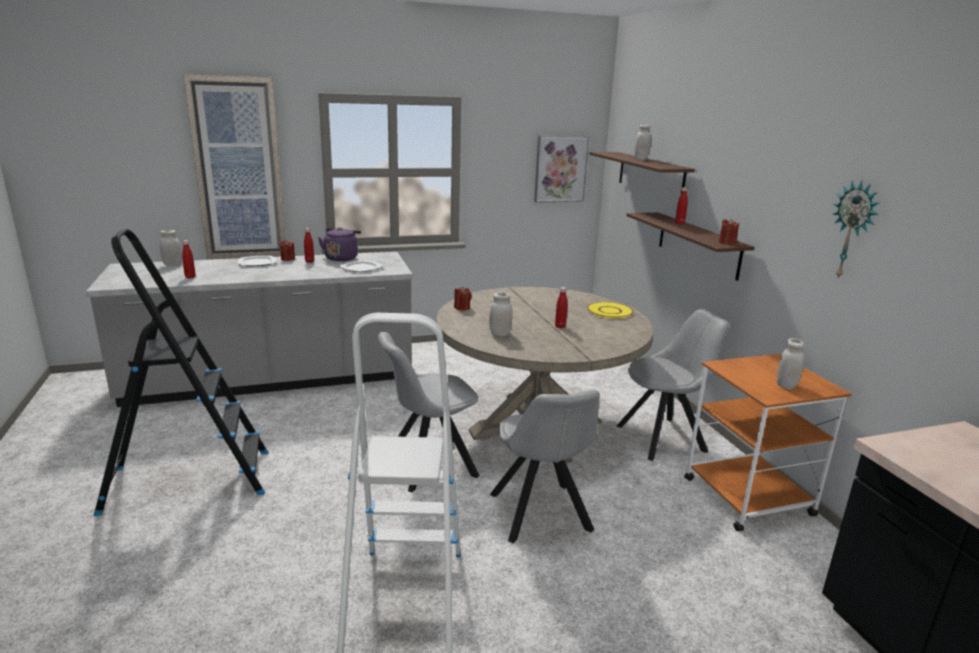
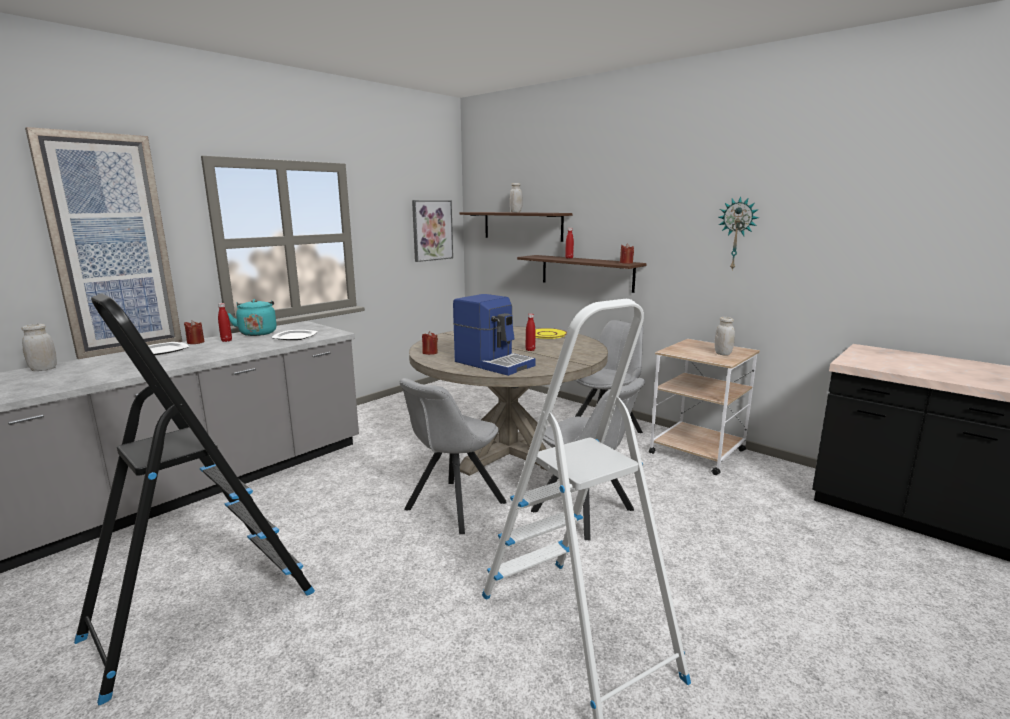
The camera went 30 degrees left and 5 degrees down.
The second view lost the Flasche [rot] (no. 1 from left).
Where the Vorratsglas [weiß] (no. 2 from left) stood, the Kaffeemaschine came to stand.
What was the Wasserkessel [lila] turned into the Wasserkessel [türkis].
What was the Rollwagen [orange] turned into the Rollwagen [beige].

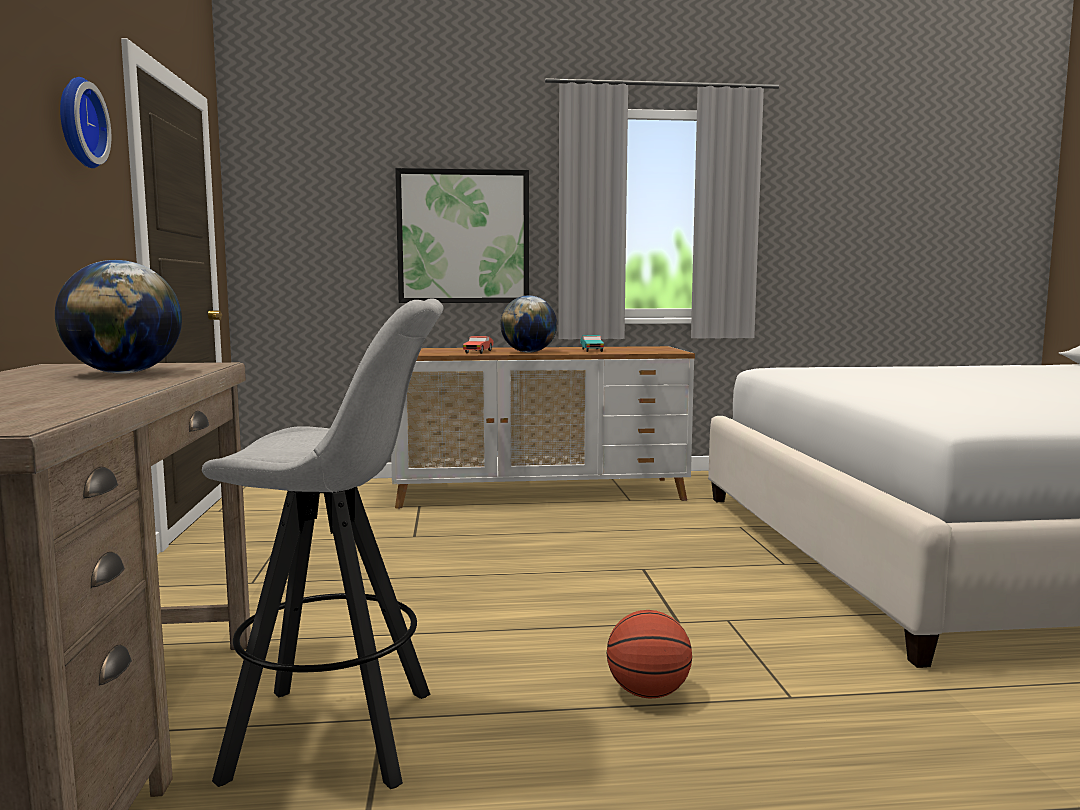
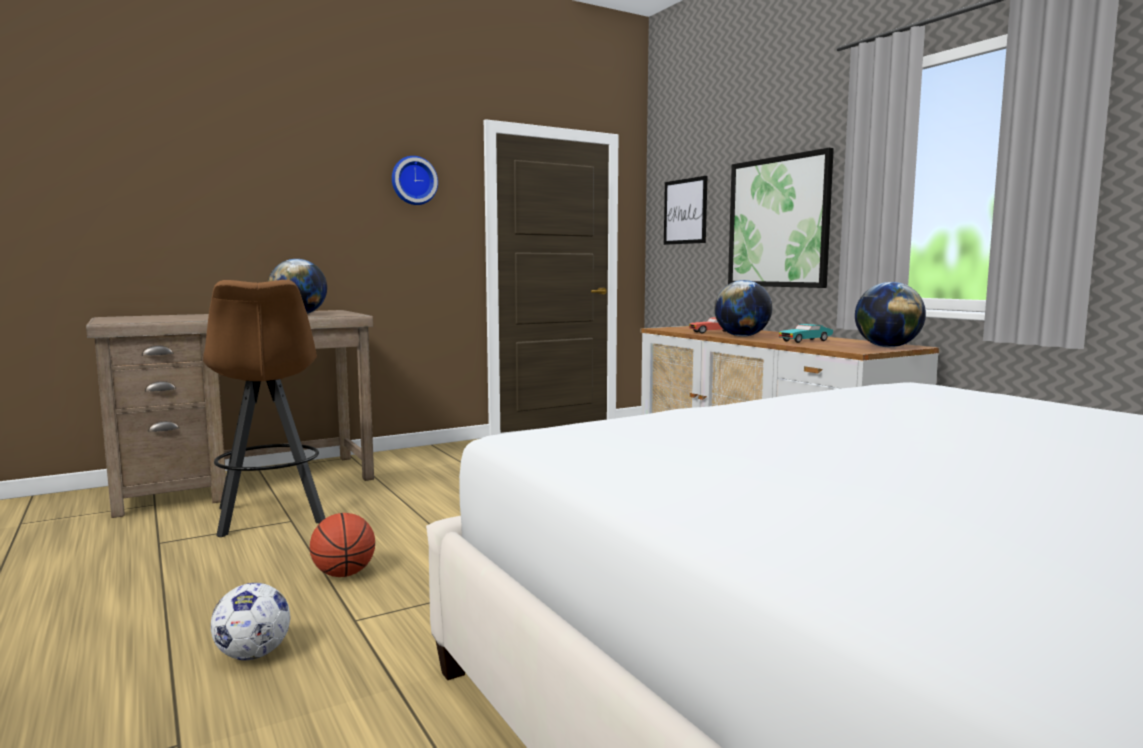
The camera went 65 degrees right and 0 degrees up.
The second view gained the Fußball.
The second view gained the Bild (no. 1 from left).
The second view gained the Globus (no. 3 from left).
What was the Hocker [grau] turned into the Hocker [braun].

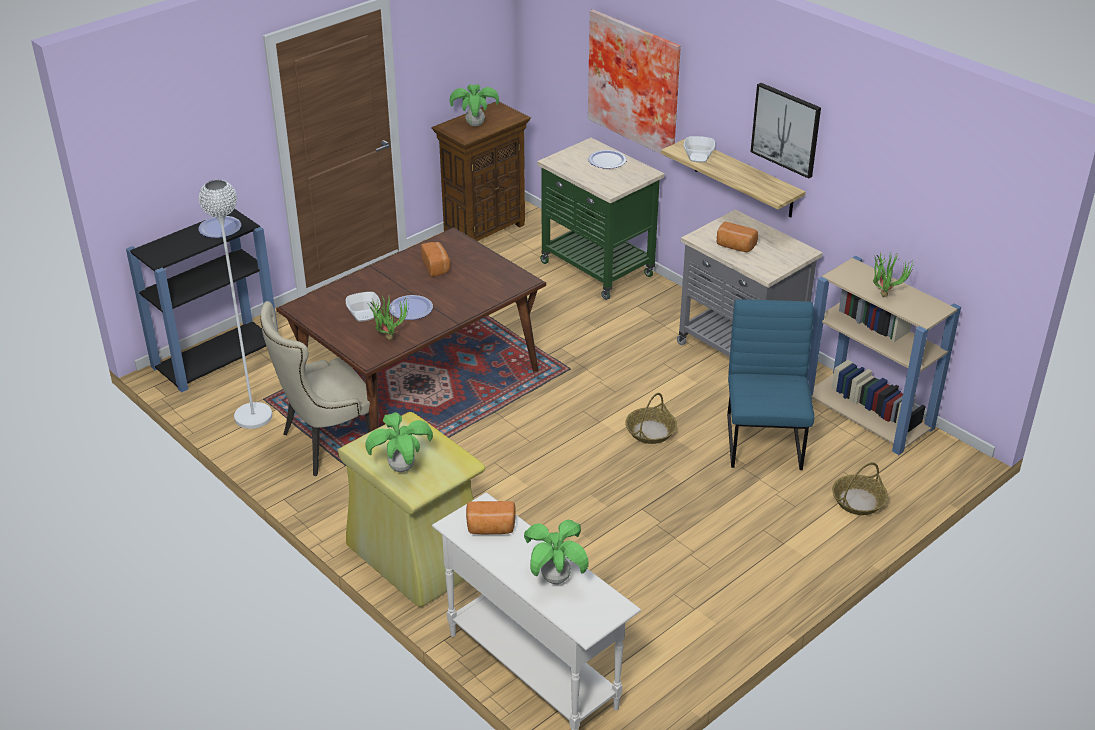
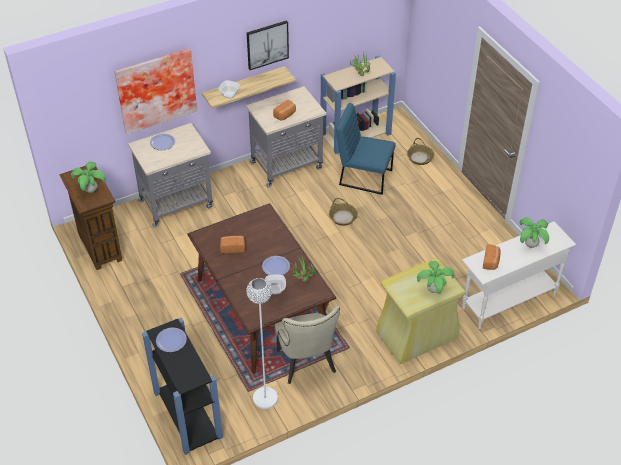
The camera went 75 degrees left and 10 degrees up.
What was the Rollwagen [grün] turned into the Rollwagen [grau] (no. 1 from left).

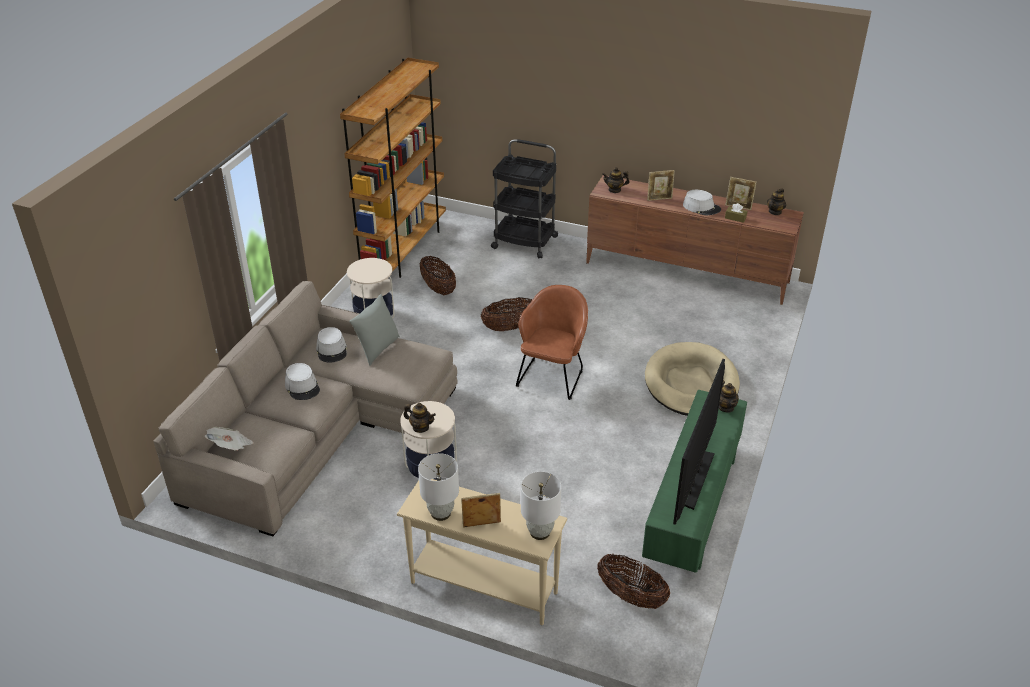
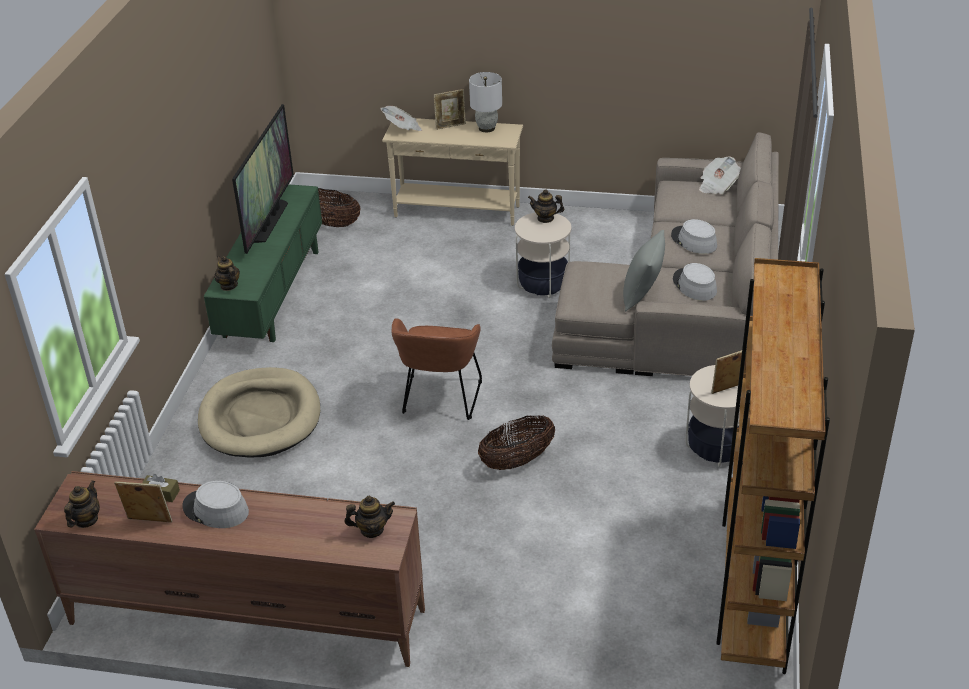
The camera went 170 degrees right and 0 degrees up.
The second view lost the Korb (no. 1 from left).
The second view lost the Rollwagen [schwarz].
The Bilderrahmen (no. 2 from left in the first image) ended up elsewhere.
Where the Tischlampe [weiß] (no. 2 from left) stood, the Zeitung (no. 1 from left) came to stand.

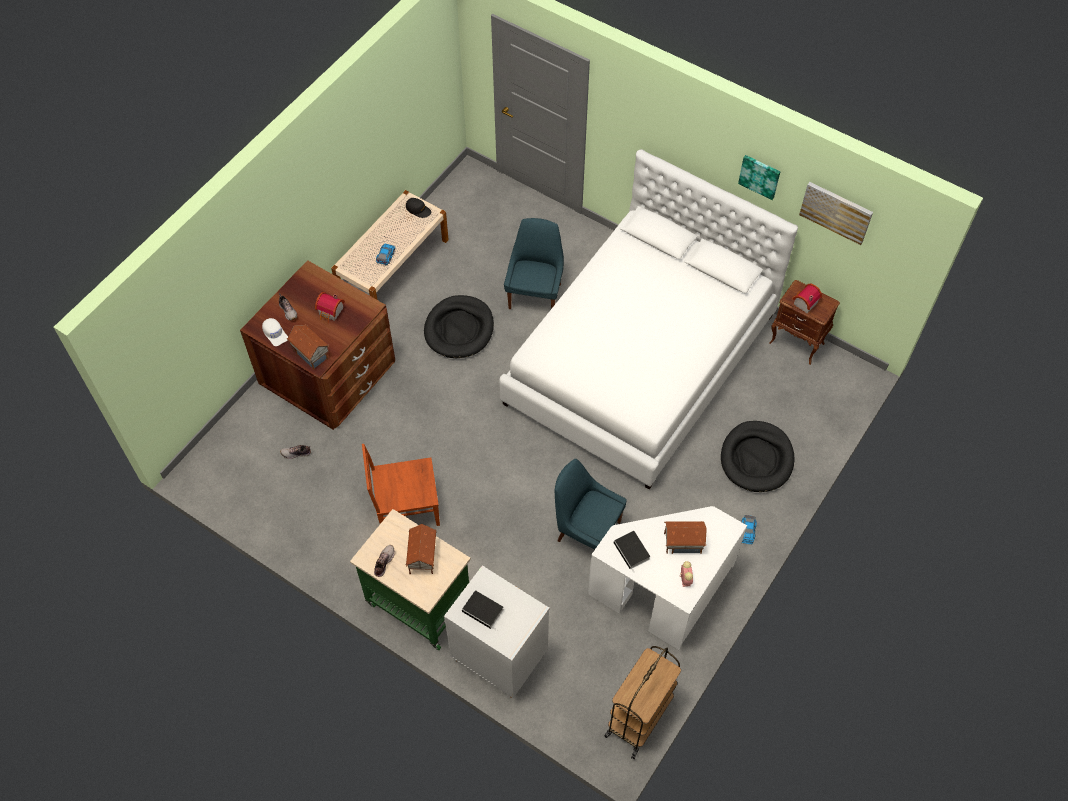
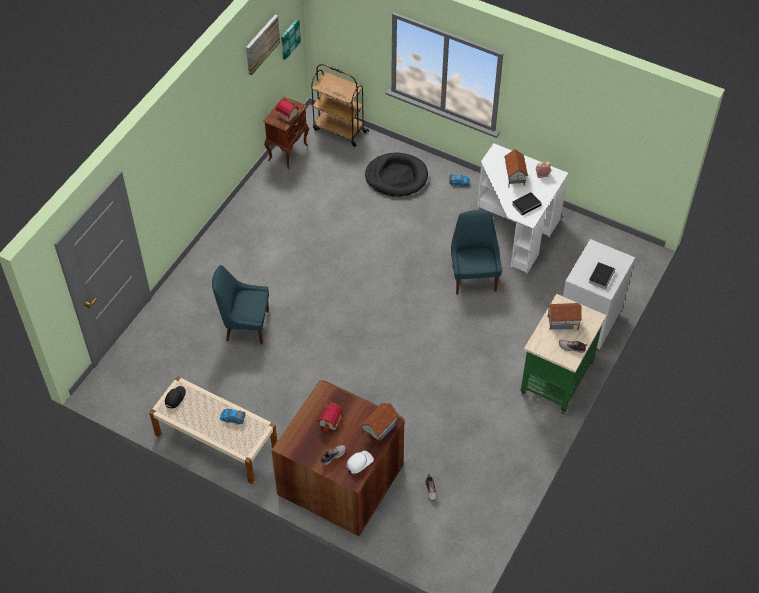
The camera went 95 degrees left and 5 degrees down.
The second view lost the Stuhl [braun].
The second view lost the Hundebett [schwarz] (no. 1 from left).
The second view lost the Bett [weiß].
The Rollwagen [braun] ended up elsewhere.
The Bild (no. 1 from left in the first image) ended up elsewhere.
The Stuhl [blau] (no. 2 from left) ended up facing another way, 150 degrees clockwise from before.

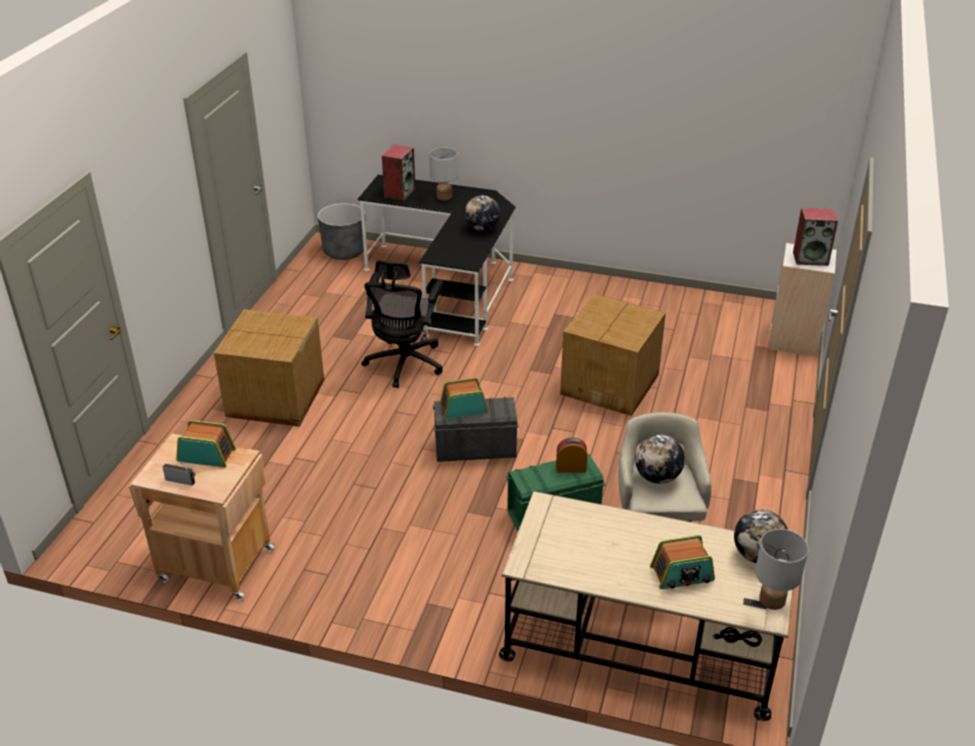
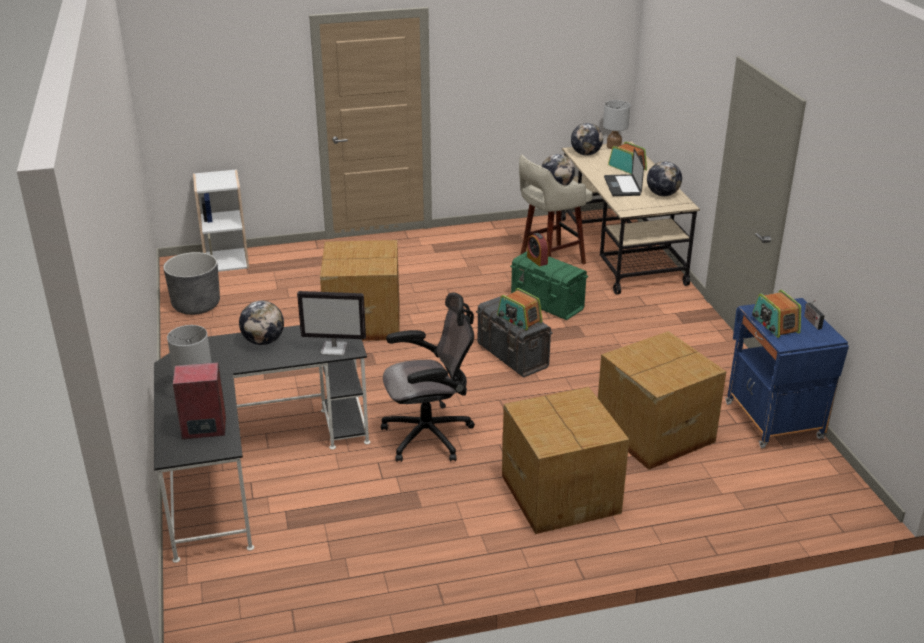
The camera went 120 degrees left and 5 degrees down.
The second view lost the Lautsprecher (no. 2 from left).
The second view gained the Monitor.
The second view gained the Karton (no. 3 from left).
The second view gained the Laptop.
The second view gained the Globus (no. 4 from left).
The Pflanzkübel [grau] ended up elsewhere.
What was the Rollwagen [braun] turned into the Rollwagen [blau].

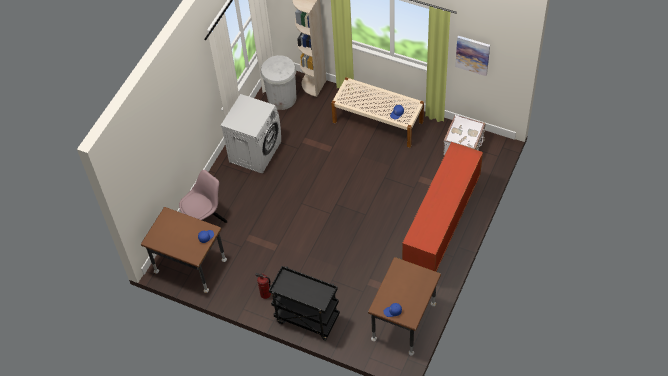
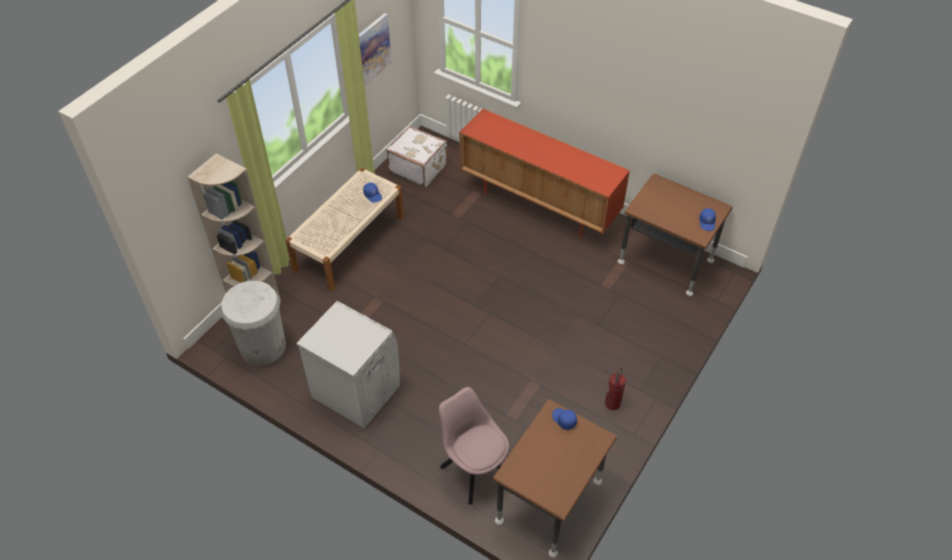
The camera went 85 degrees left and 5 degrees down.
The second view lost the Rollwagen [schwarz].

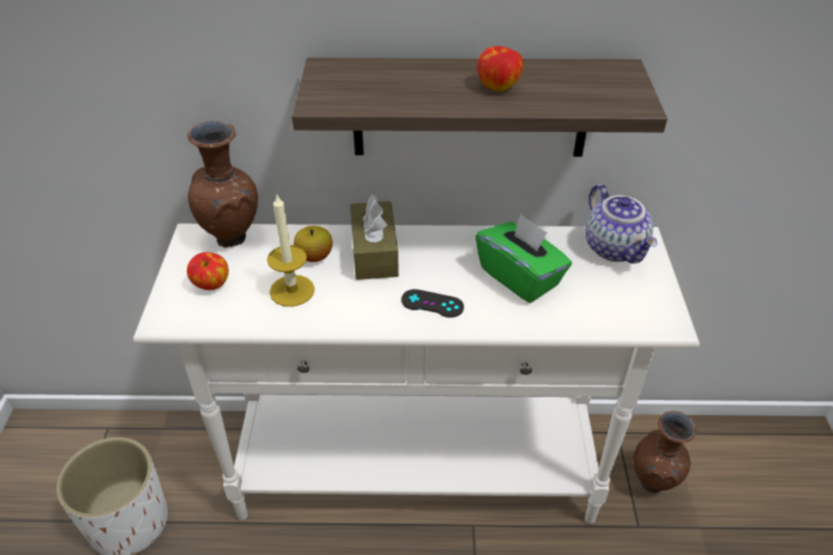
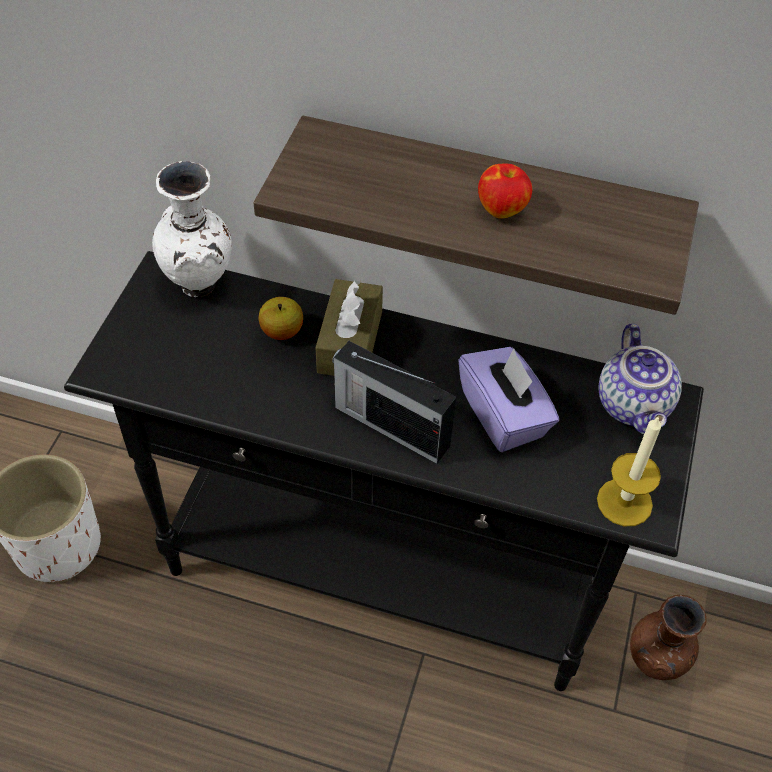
The camera went 15 degrees right and 10 degrees up.
The second view lost the Apfel (no. 1 from left).
The Kerze ended up elsewhere.
Where the Gamepad [schwarz] stood, the Radio came to stand.
What was the Konsolentisch [weiß] turned into the Konsolentisch [schwarz].
What was the Vase [braun] (no. 1 from left) turned into the Vase [weiß].
What was the Taschentuchbox [grün] turned into the Taschentuchbox [lila].

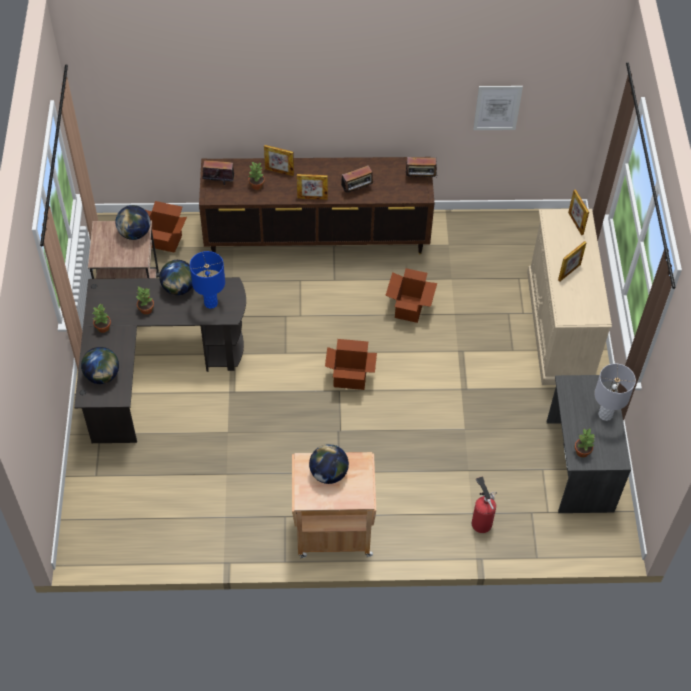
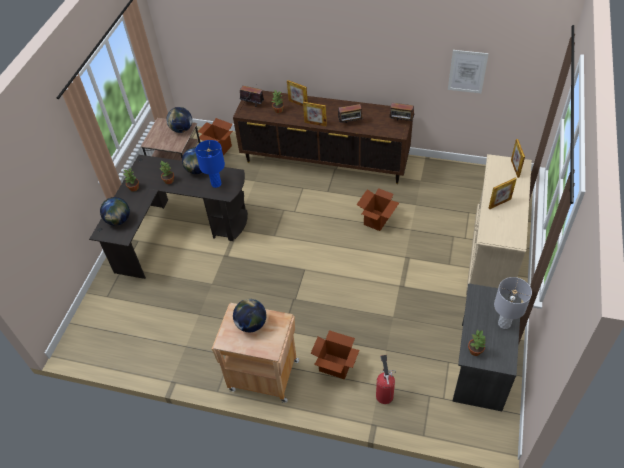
The camera went 20 degrees right and 5 degrees down.
The Karton (no. 2 from left) ended up elsewhere.

